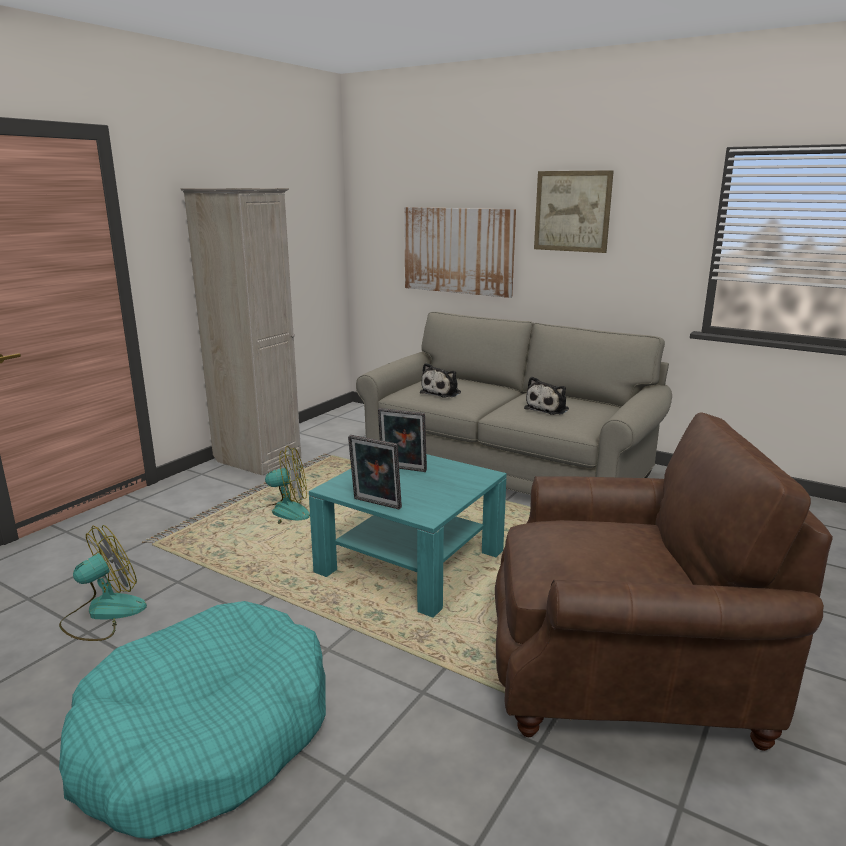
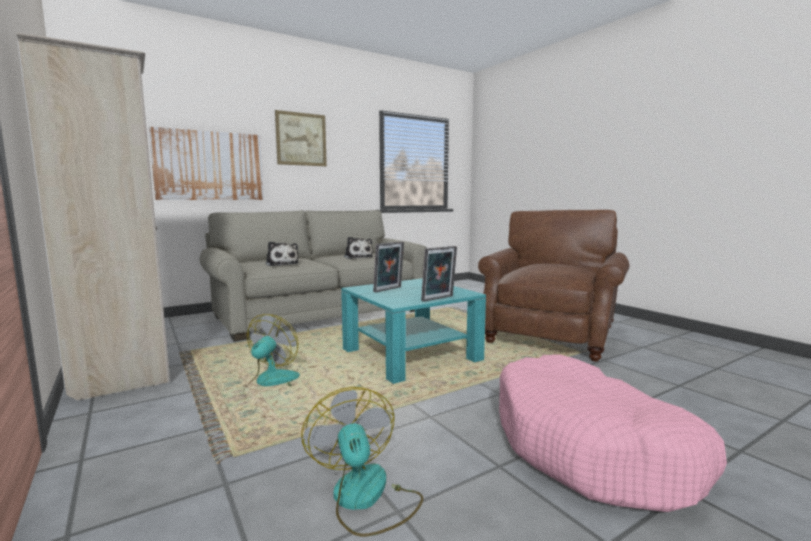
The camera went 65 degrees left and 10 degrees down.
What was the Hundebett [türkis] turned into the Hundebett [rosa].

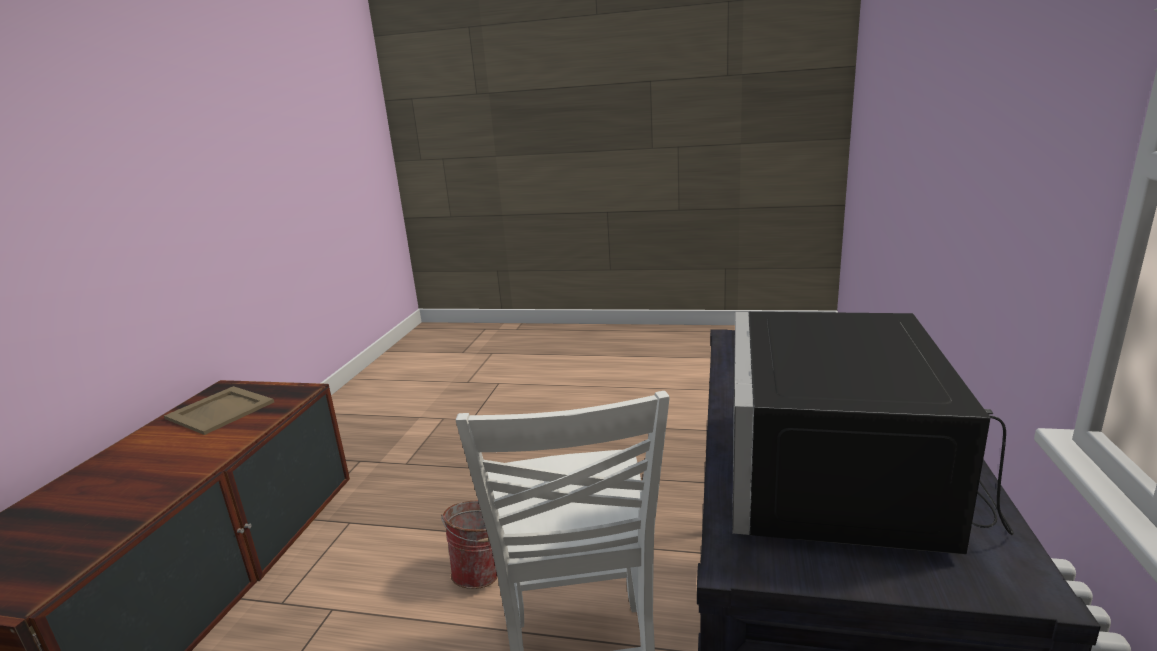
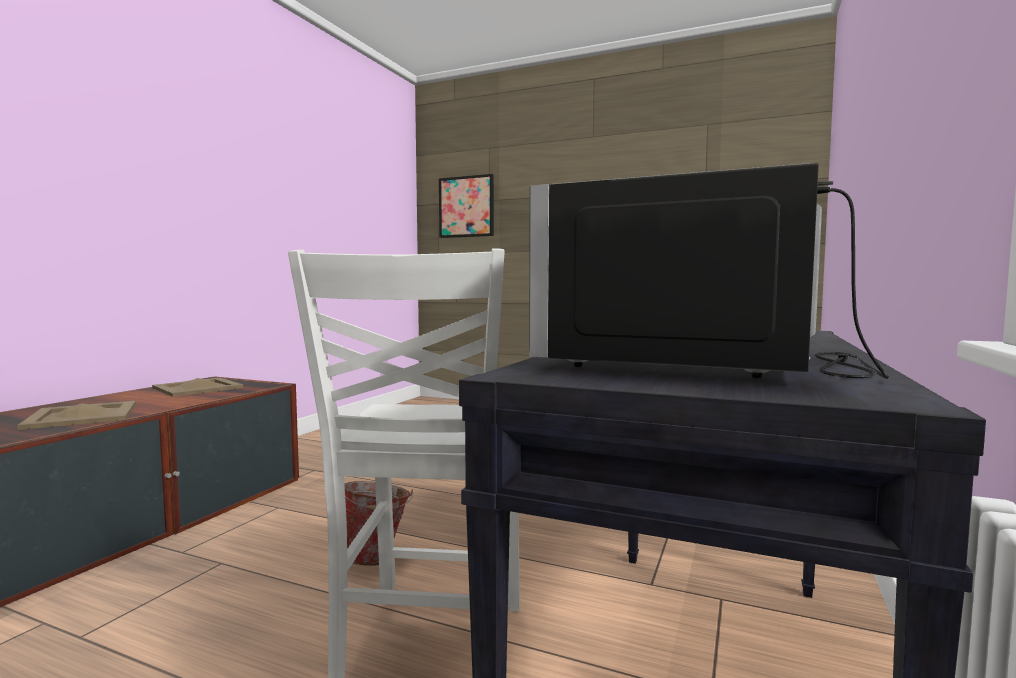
The camera went 10 degrees right and 15 degrees down.
The second view gained the Tablett [beige] (no. 1 from left).
The second view gained the Bild.

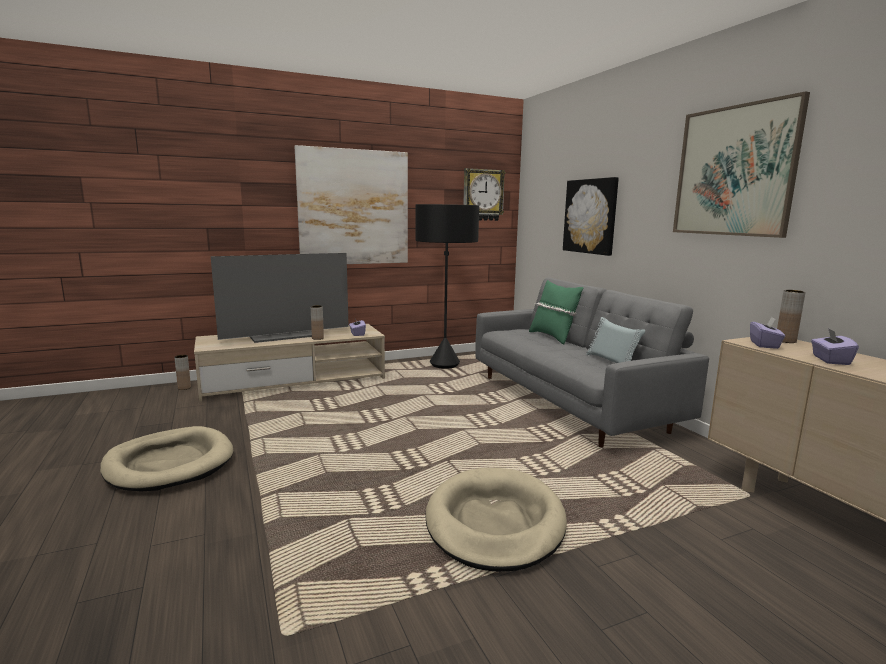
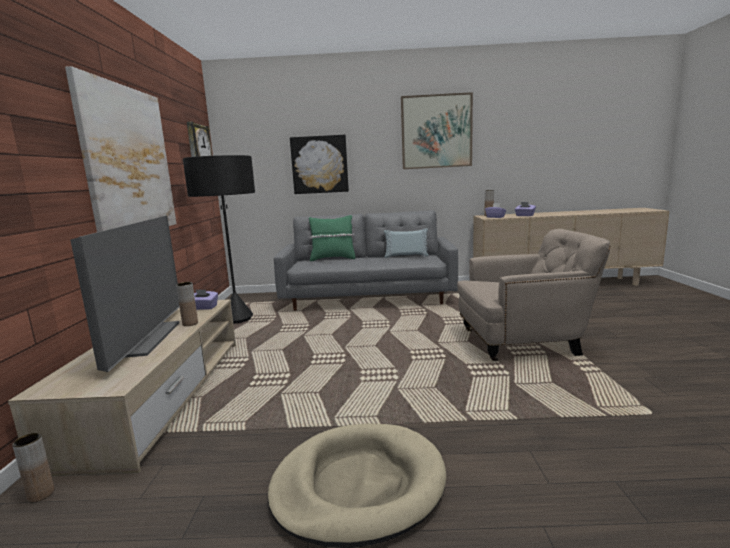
The camera went 65 degrees left and 0 degrees up.
Where the Hundebett [beige] (no. 2 from left) stood, the Sessel [beige] came to stand.

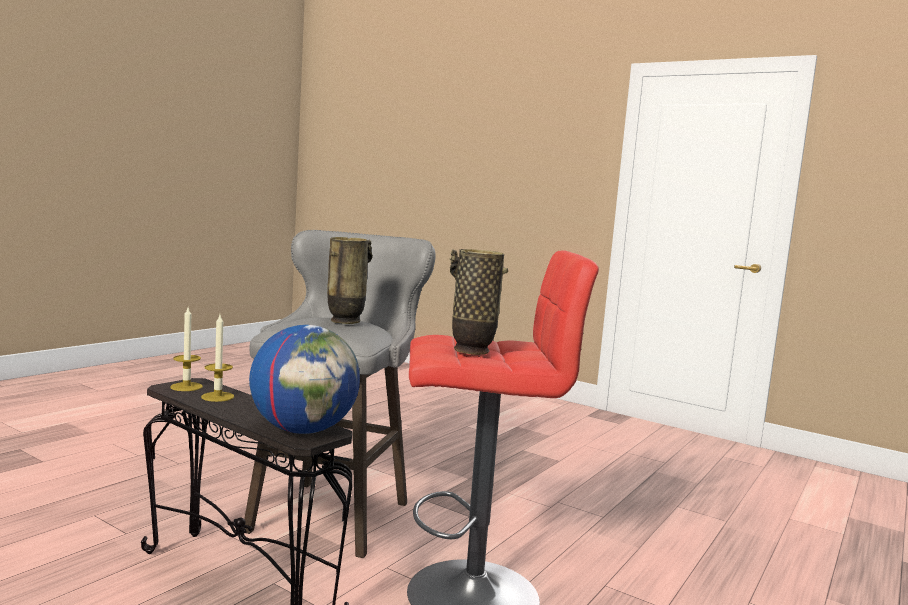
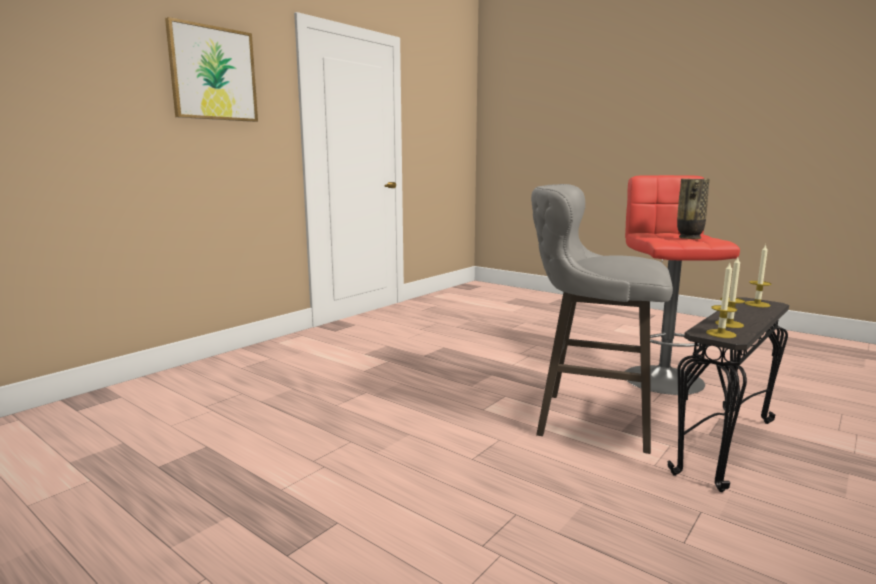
The camera went 85 degrees left and 5 degrees up.
The second view lost the Vase (no. 1 from left).
The second view gained the Bild.
Where the Globus stood, the Kerze (no. 3 from left) came to stand.

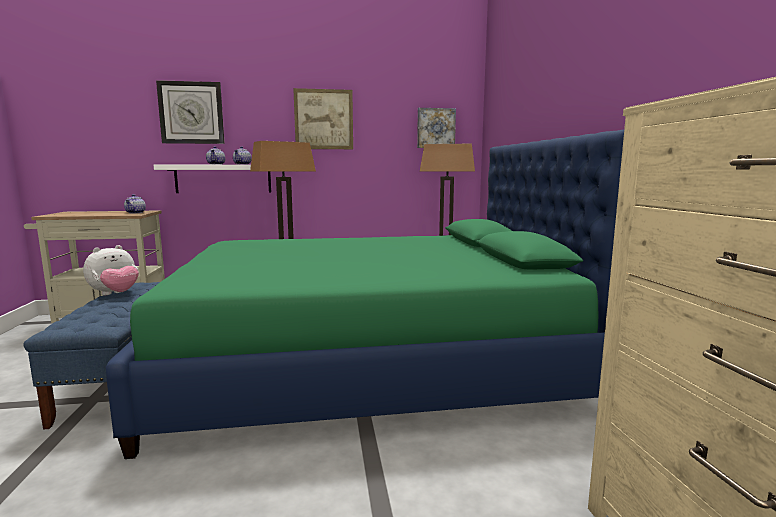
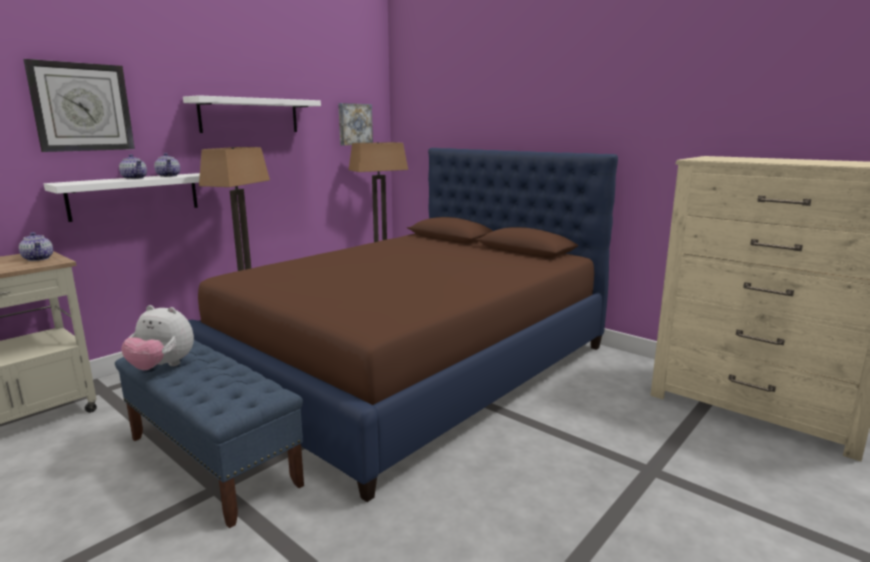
The camera went 40 degrees left and 5 degrees up.
Where the Bild (no. 1 from left) hung, the Wandregal [weiß] (no. 2 from left) came to hang.
What was the Bett [grün] turned into the Bett [braun].
The Plüschtier ended up facing another way, 105 degrees clockwise from before.

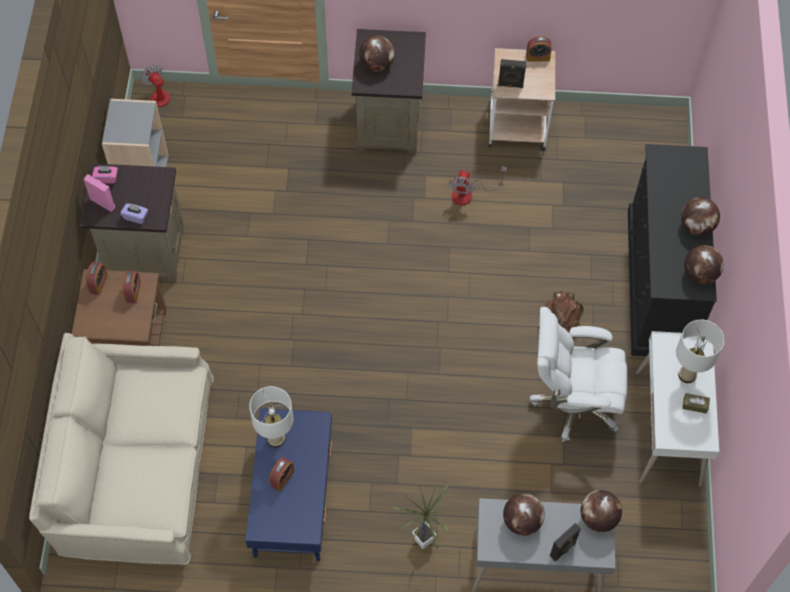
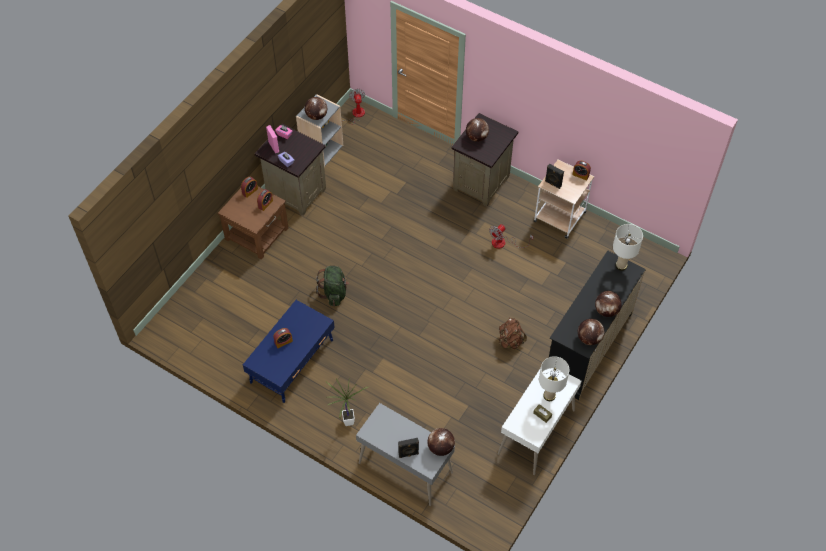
The camera went 30 degrees right and 5 degrees down.
The second view lost the Sofa [beige].
The second view lost the Bürostuhl [weiß].
The second view gained the Rucksack [grün].
The Tischlampe [weiß] (no. 1 from left in the first image) ended up elsewhere.
The Globus (no. 2 from left in the first image) ended up elsewhere.

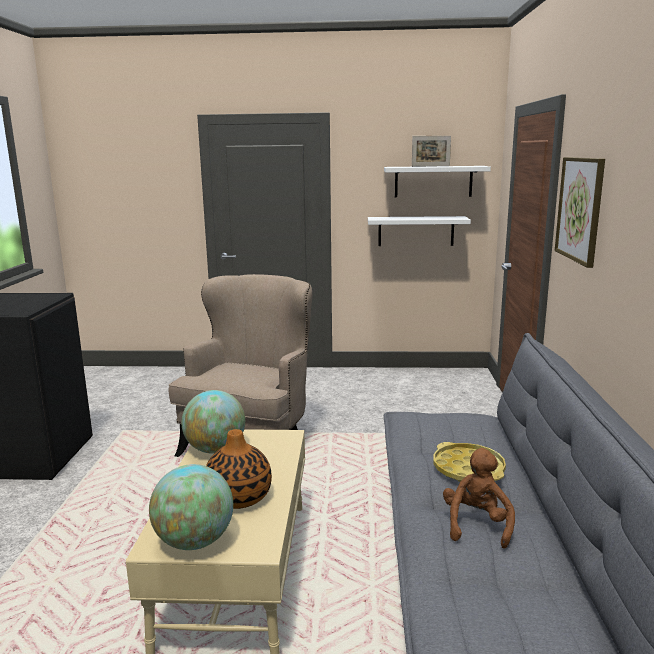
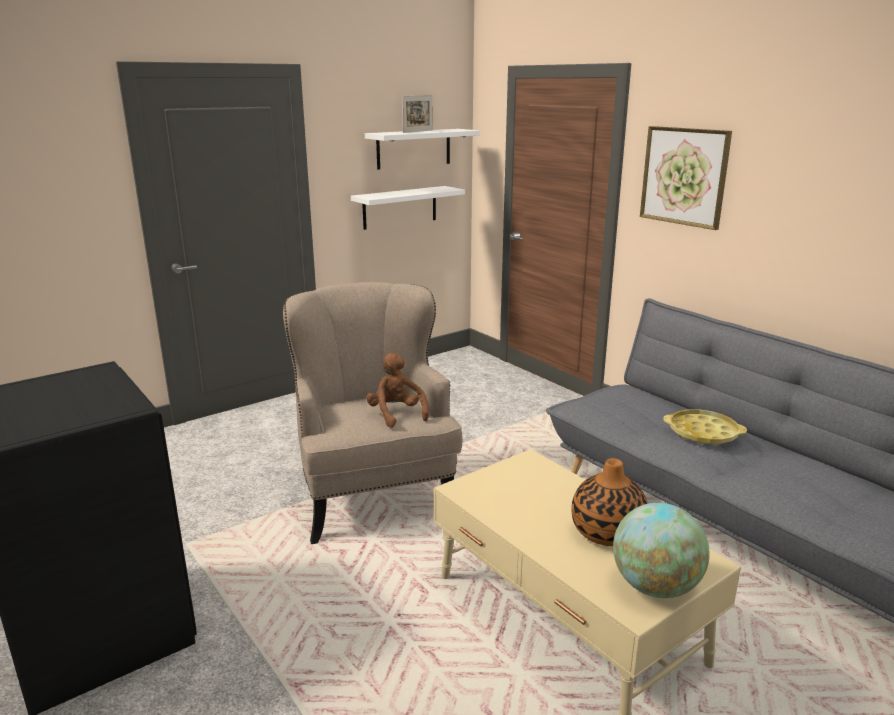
The camera went 40 degrees left and 5 degrees up.
The second view lost the Globus (no. 2 from left).
The Plüschtier [braun] ended up elsewhere.

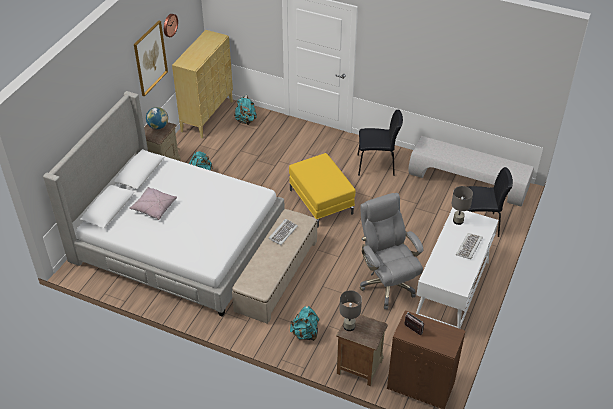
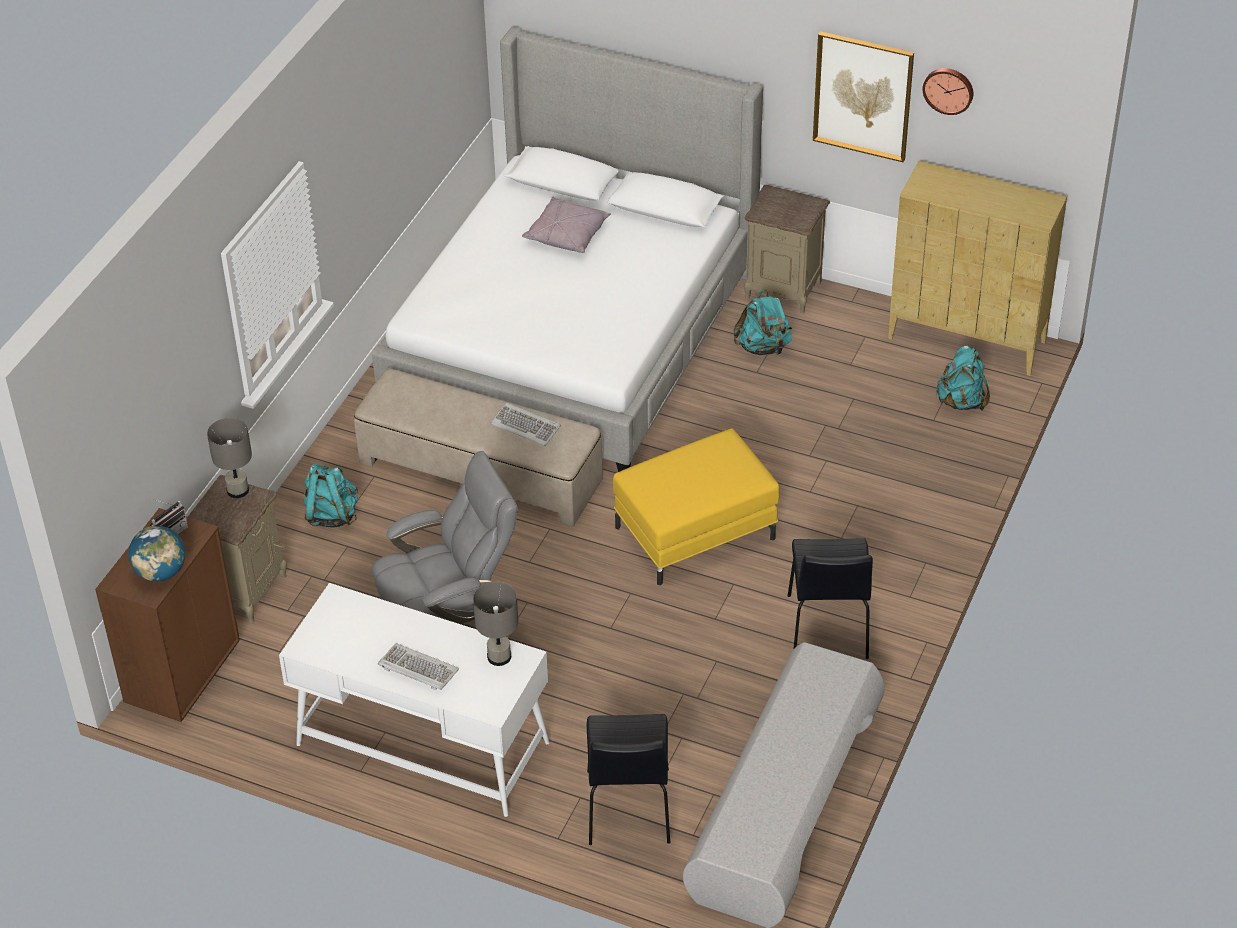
The camera went 90 degrees right and 0 degrees up.
The Globus ended up elsewhere.

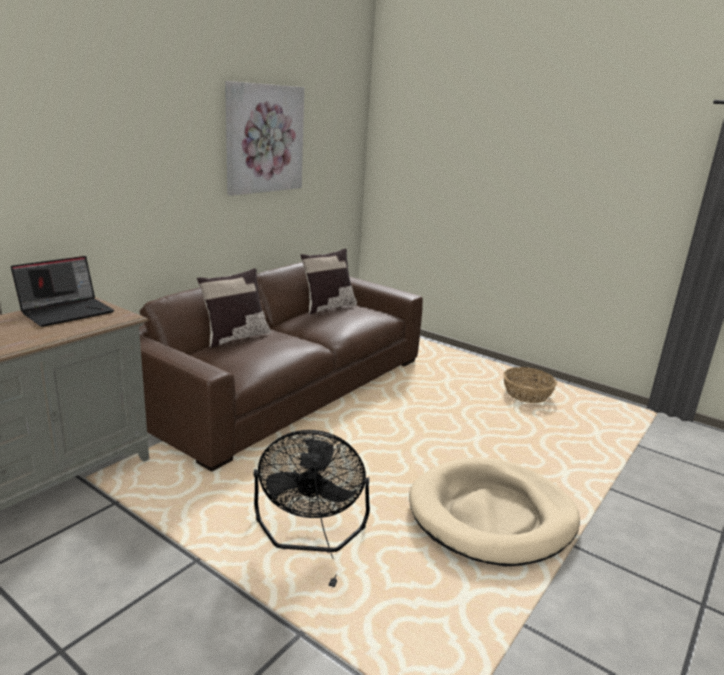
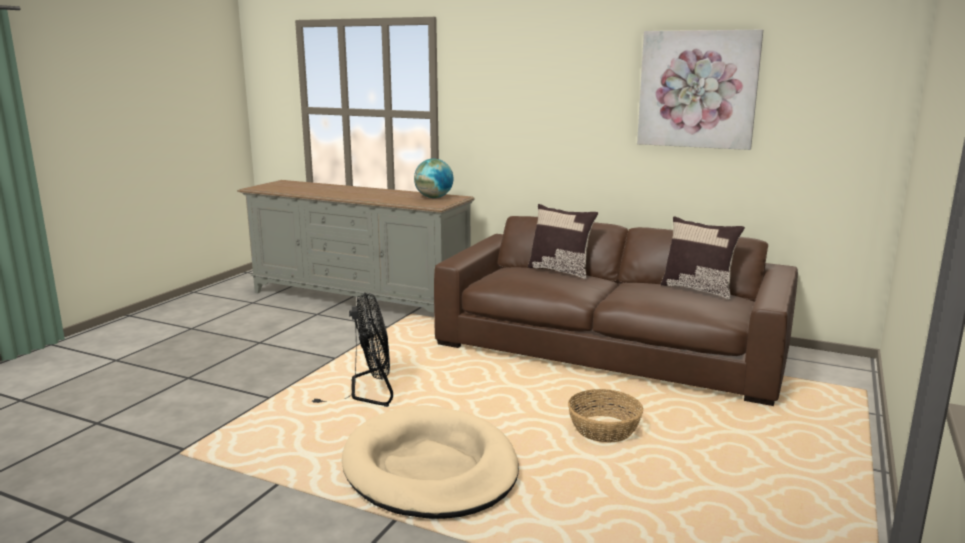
The camera went 80 degrees right and 5 degrees down.
The Korb ended up elsewhere.
Where the Laptop stood, the Globus came to stand.

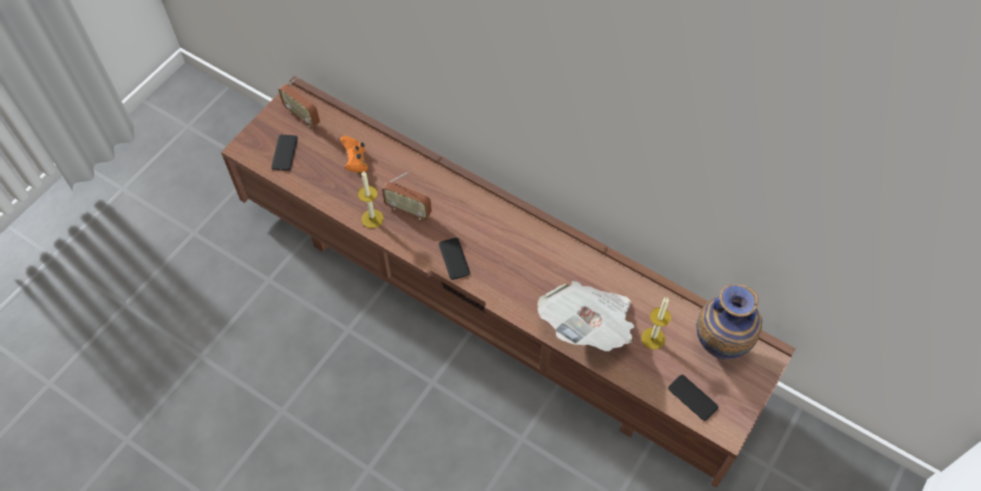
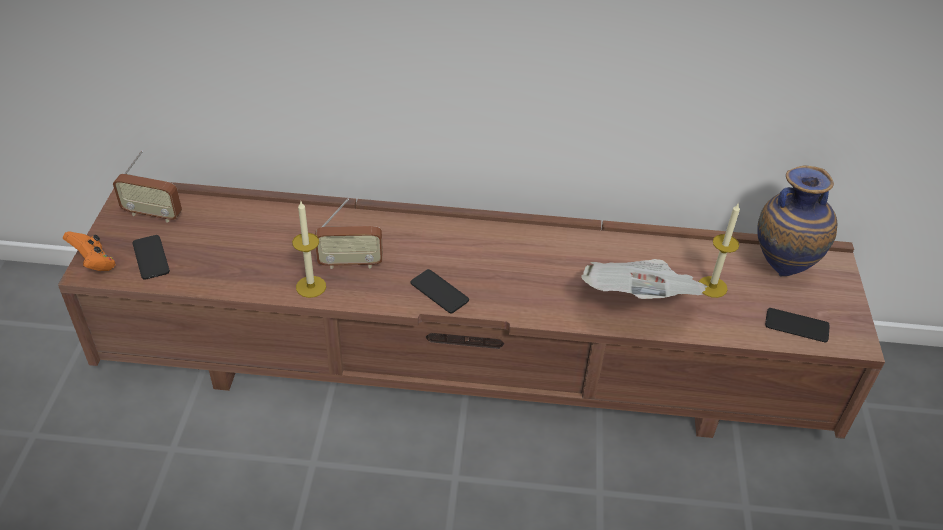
The camera went 30 degrees left and 15 degrees down.
The Gamepad [orange] ended up elsewhere.

